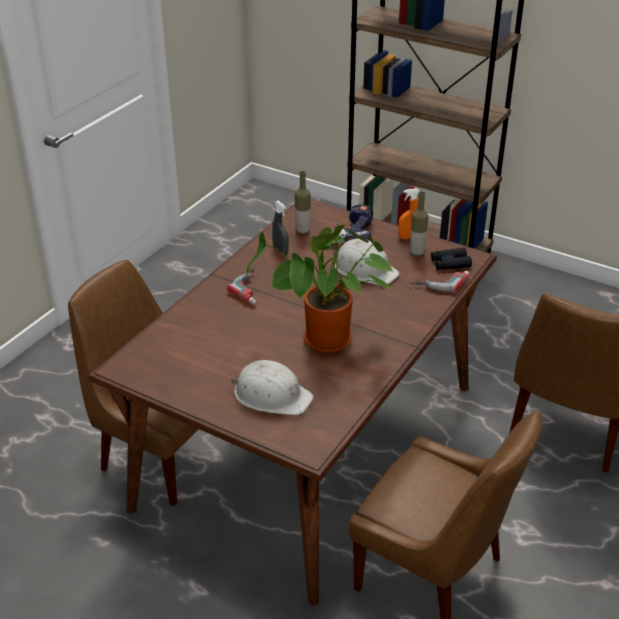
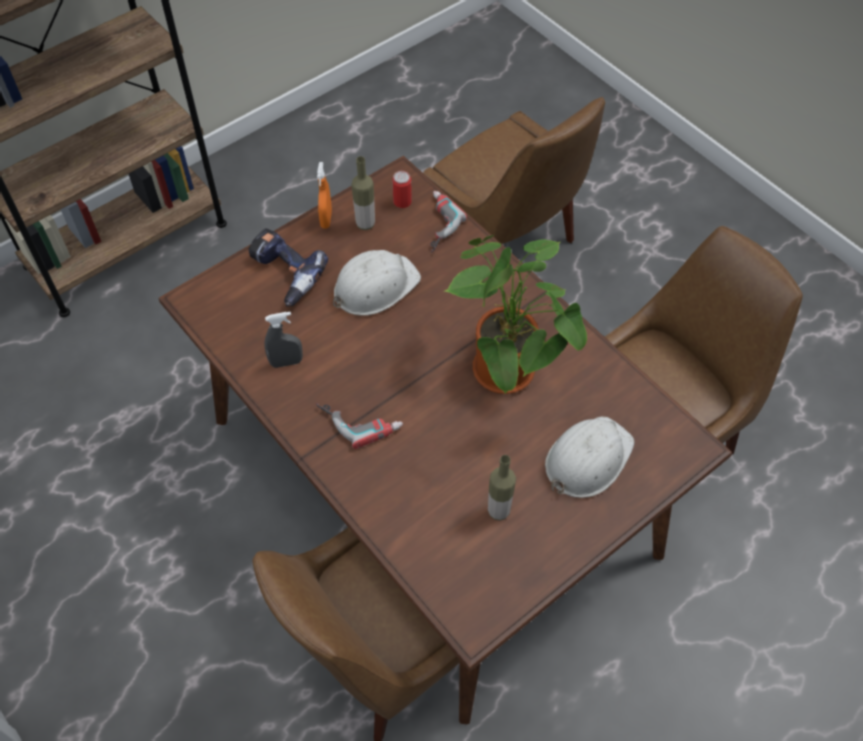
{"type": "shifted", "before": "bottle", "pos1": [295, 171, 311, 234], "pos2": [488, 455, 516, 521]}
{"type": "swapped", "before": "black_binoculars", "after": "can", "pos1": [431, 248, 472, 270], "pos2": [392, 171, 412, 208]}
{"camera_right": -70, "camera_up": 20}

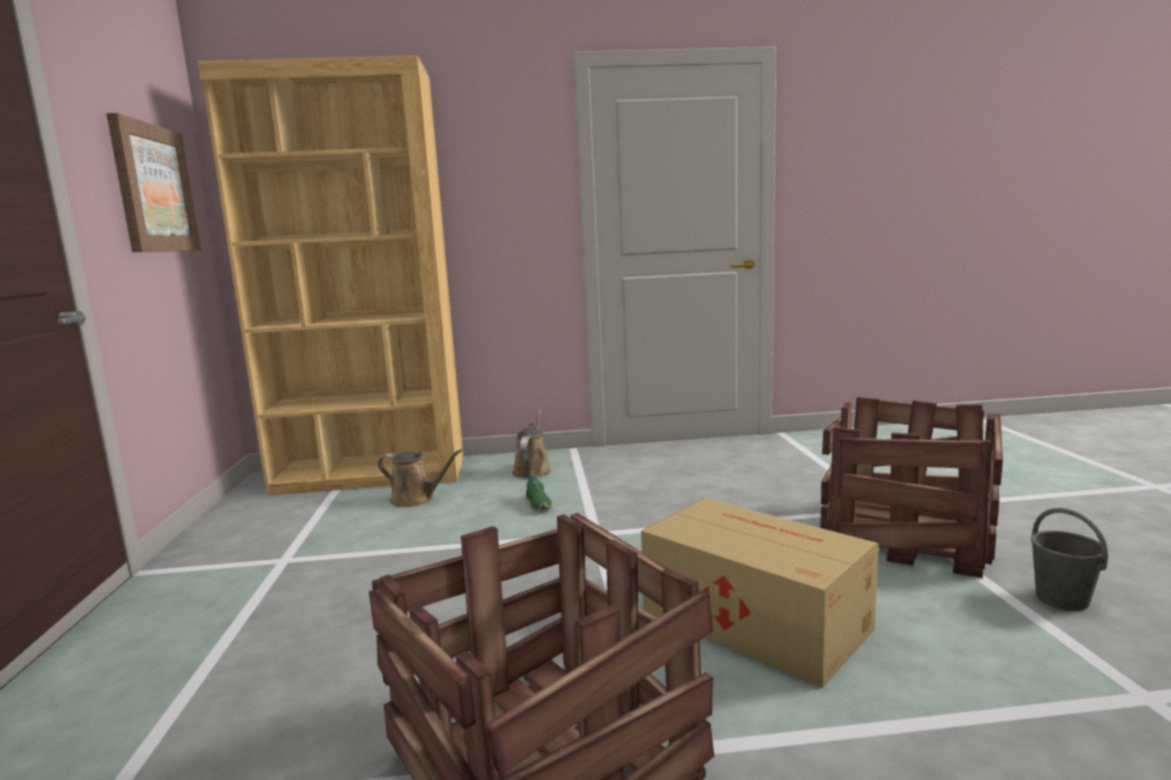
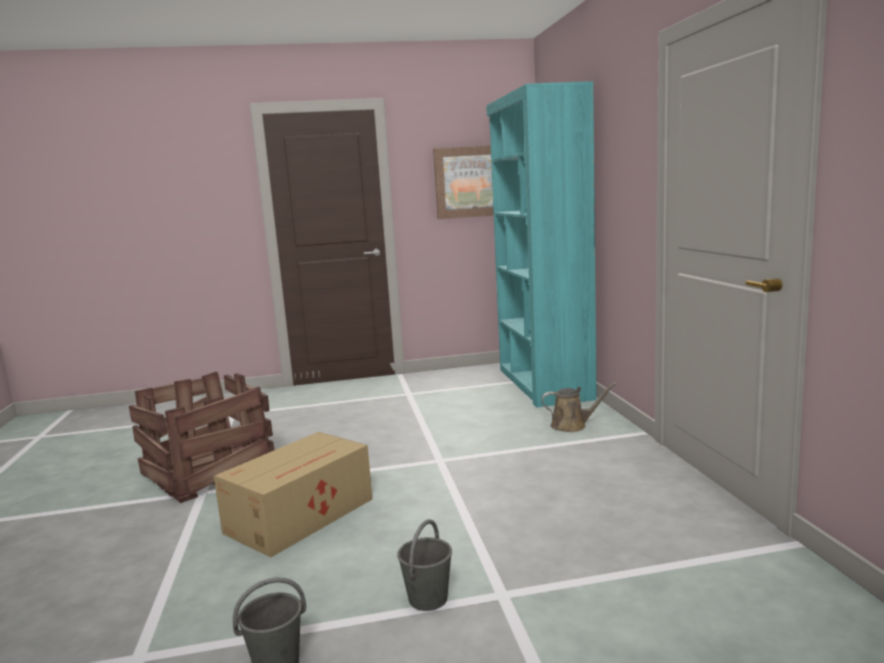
{"type": "repainted", "before": "brown_bookcase", "after": "turquoise_bookcase", "pos1": [198, 55, 463, 496], "pos2": [486, 81, 597, 408]}
{"type": "gone", "before": "brown_watering_can", "pos1": [378, 449, 462, 507]}
{"type": "gone", "before": "green_shoe", "pos1": [525, 474, 552, 511]}
{"type": "swapped", "before": "crate", "after": "grey_bucket", "pos1": [820, 397, 1003, 578], "pos2": [397, 519, 452, 611]}
{"camera_right": 85, "camera_up": 0}

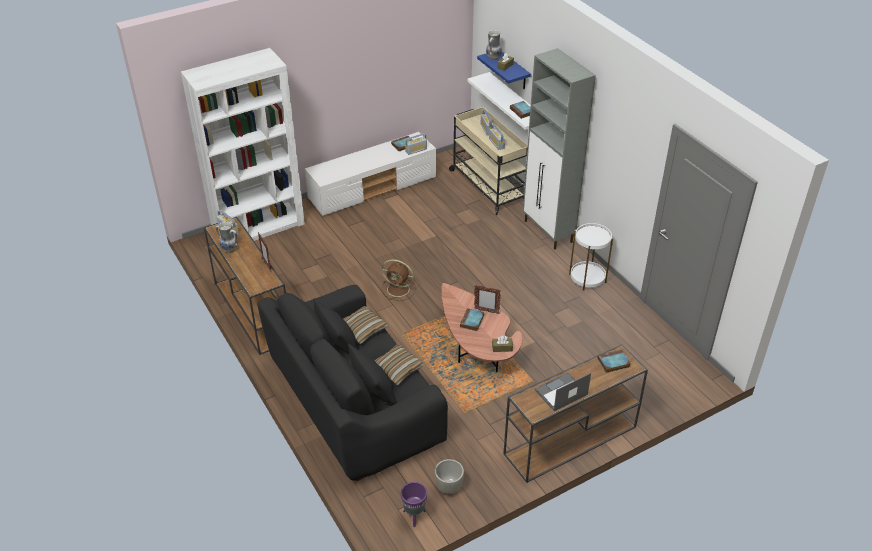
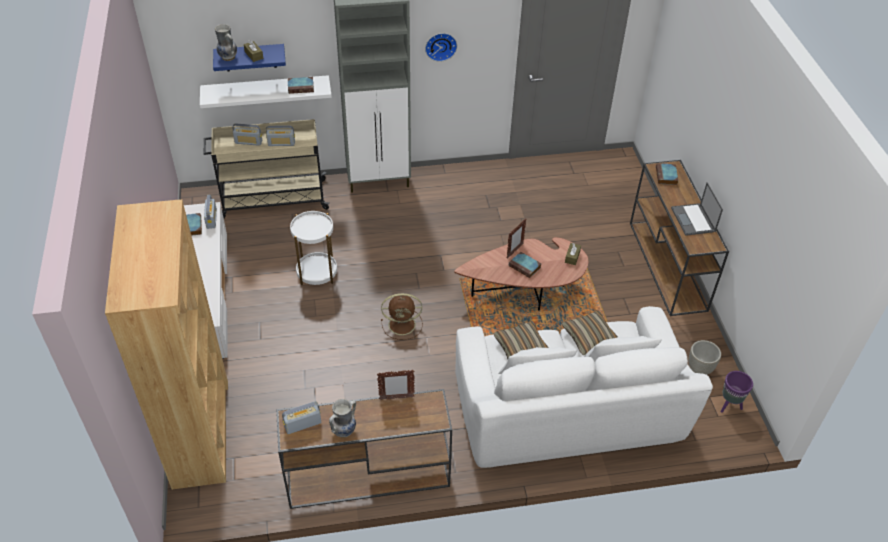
{"type": "repainted", "before": "white_bookcase", "after": "brown_bookcase", "pos1": [181, 48, 305, 241], "pos2": [105, 200, 228, 490]}
{"type": "repainted", "before": "black_sofa", "after": "white_sofa", "pos1": [257, 285, 448, 481], "pos2": [455, 306, 713, 468]}
{"type": "rotated", "before": "brown_fan", "pos1": [382, 259, 416, 301], "pos2": [381, 293, 423, 340], "turn": 45}
{"type": "shifted", "before": "white_side_table", "pos1": [569, 223, 613, 291], "pos2": [290, 211, 337, 285]}
{"type": "new", "after": "wall_clock", "pos2": [425, 33, 457, 62]}
{"camera_right": -70, "camera_up": 5}

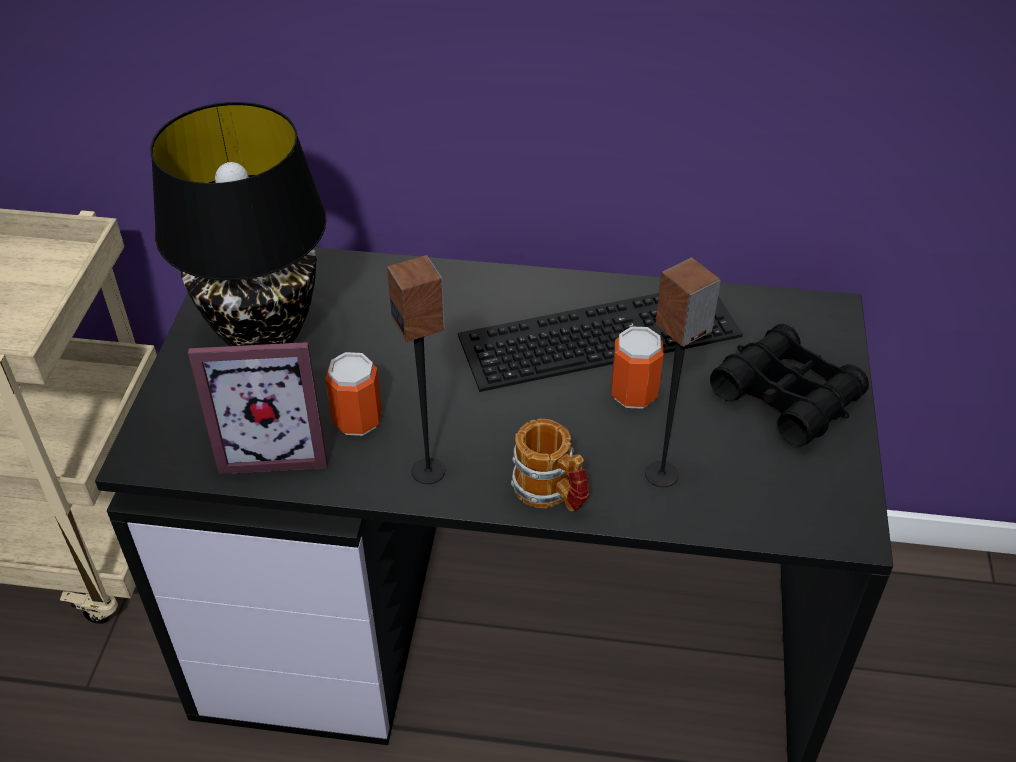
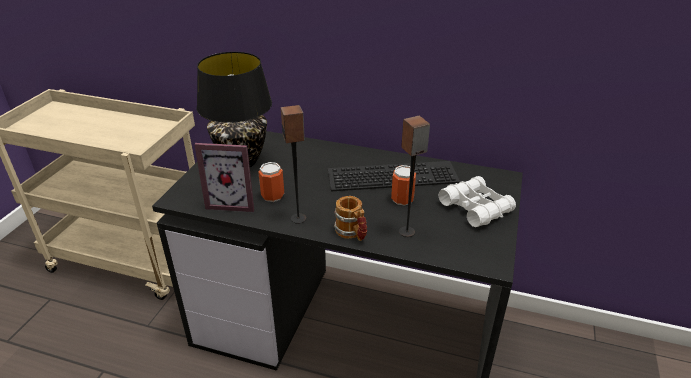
{"type": "repainted", "before": "black_binoculars", "after": "white_binoculars", "pos1": [710, 324, 869, 446], "pos2": [439, 176, 516, 227]}
{"camera_right": 10, "camera_up": -10}

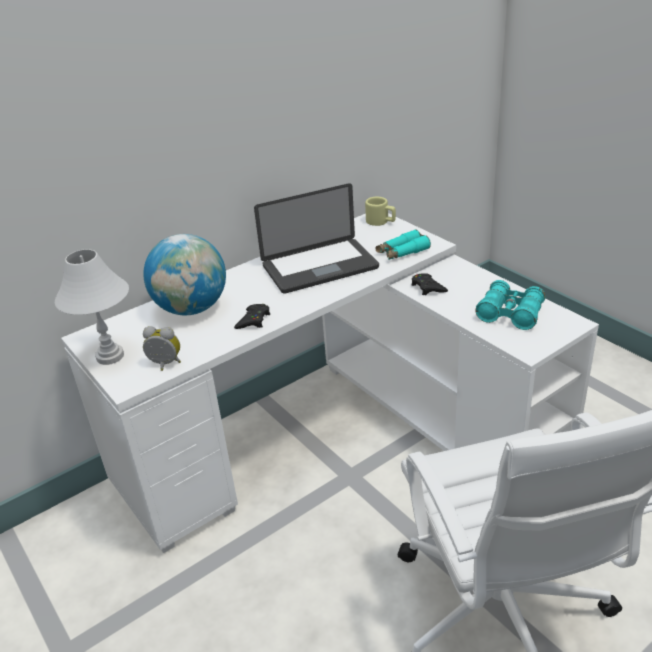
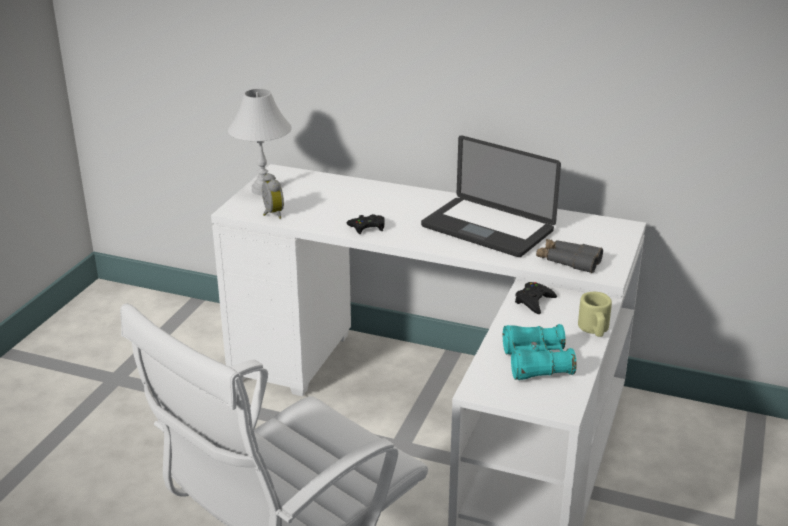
{"type": "gone", "before": "globe", "pos1": [143, 234, 226, 315]}
{"type": "shifted", "before": "beige_mug", "pos1": [365, 197, 396, 226], "pos2": [578, 292, 612, 337]}
{"type": "repainted", "before": "turquoise_binoculars", "after": "grey_binoculars", "pos1": [375, 229, 431, 260], "pos2": [536, 239, 603, 273]}
{"camera_right": 55, "camera_up": -5}

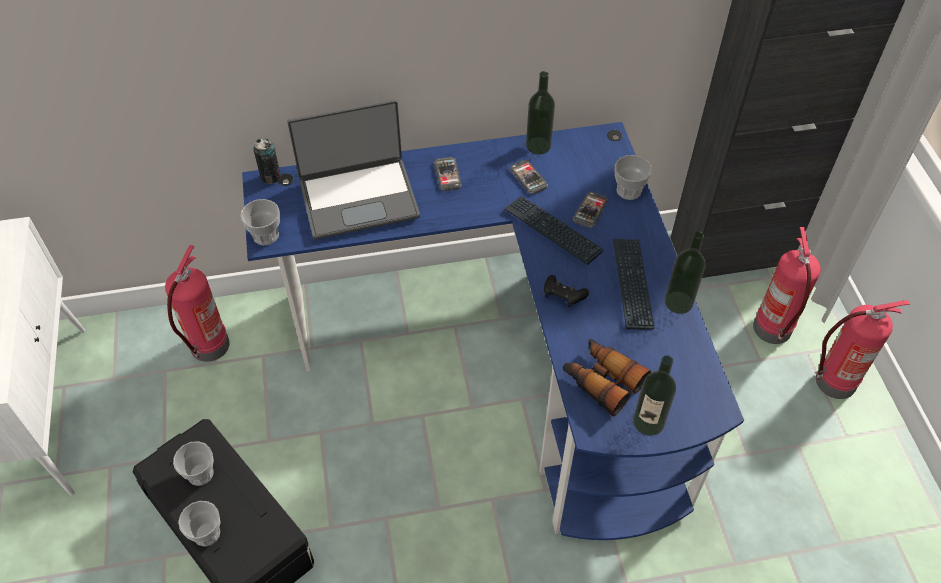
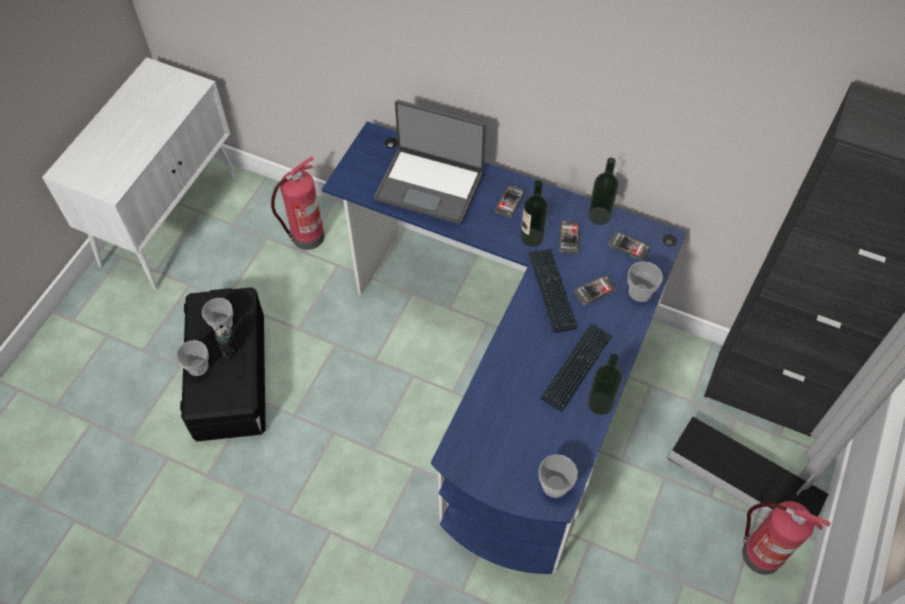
{"type": "shifted", "before": "cup", "pos1": [240, 199, 280, 245], "pos2": [538, 454, 578, 498]}
{"type": "shifted", "before": "can", "pos1": [253, 139, 281, 184], "pos2": [215, 325, 239, 358]}
{"type": "gone", "before": "black_game_controller", "pos1": [544, 275, 589, 307]}
{"type": "gone", "before": "binoculars", "pos1": [563, 338, 651, 416]}
{"type": "shifted", "before": "bottle", "pos1": [633, 355, 676, 436], "pos2": [521, 180, 548, 247]}
{"type": "swapped", "before": "fire_extinguisher", "after": "black_storage_box", "pos1": [753, 227, 821, 344], "pos2": [667, 417, 828, 517]}
{"type": "new", "after": "phone", "pos2": [608, 232, 650, 260]}
{"camera_right": 35, "camera_up": 5}

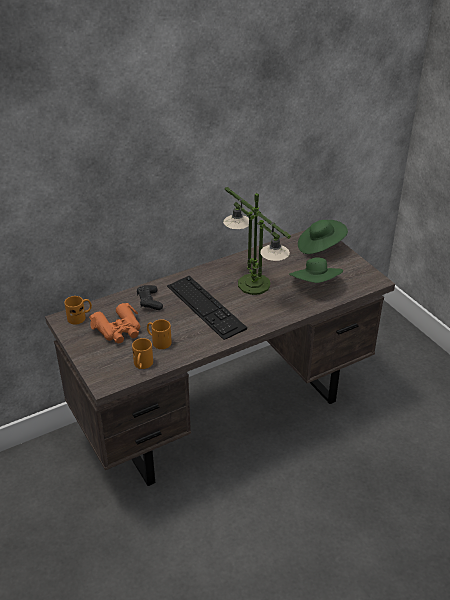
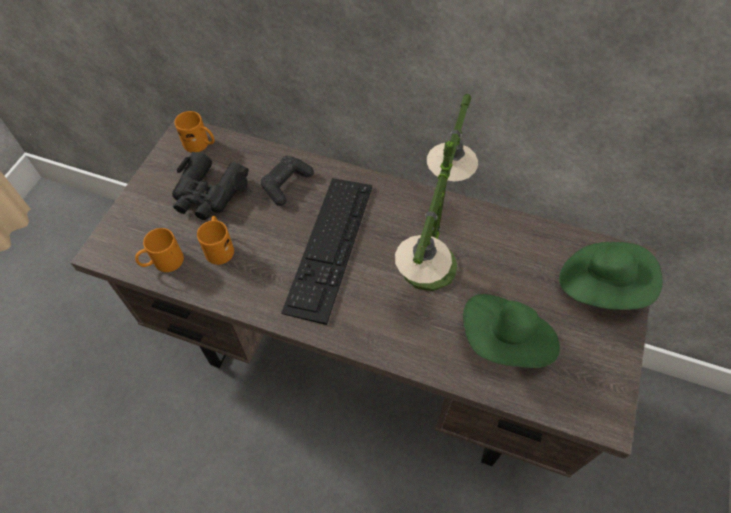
{"type": "repainted", "before": "orange_binoculars", "after": "black_binoculars", "pos1": [89, 303, 140, 343], "pos2": [172, 152, 249, 220]}
{"camera_right": 50, "camera_up": 20}

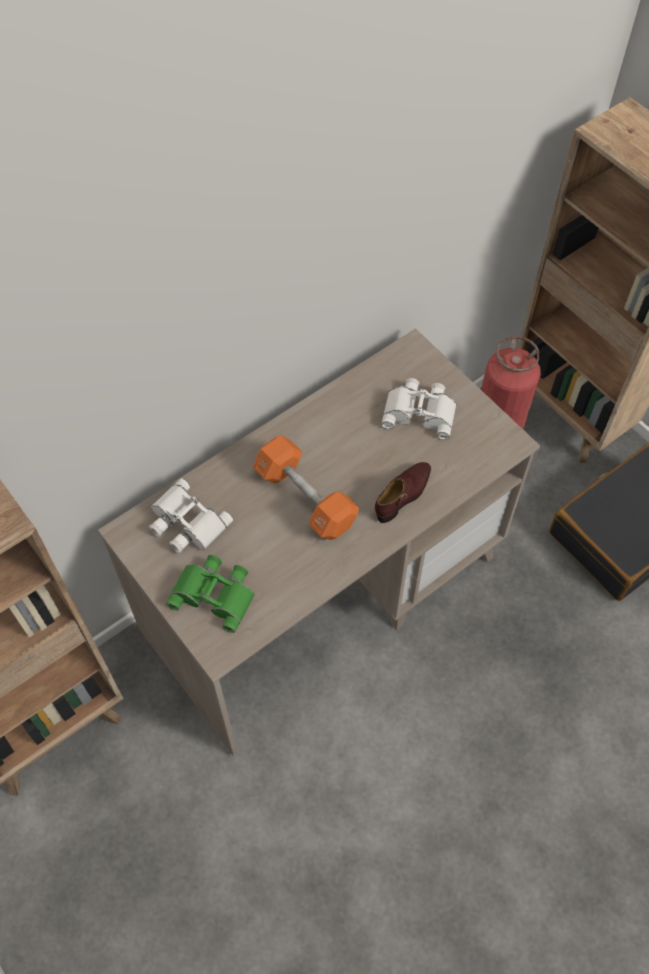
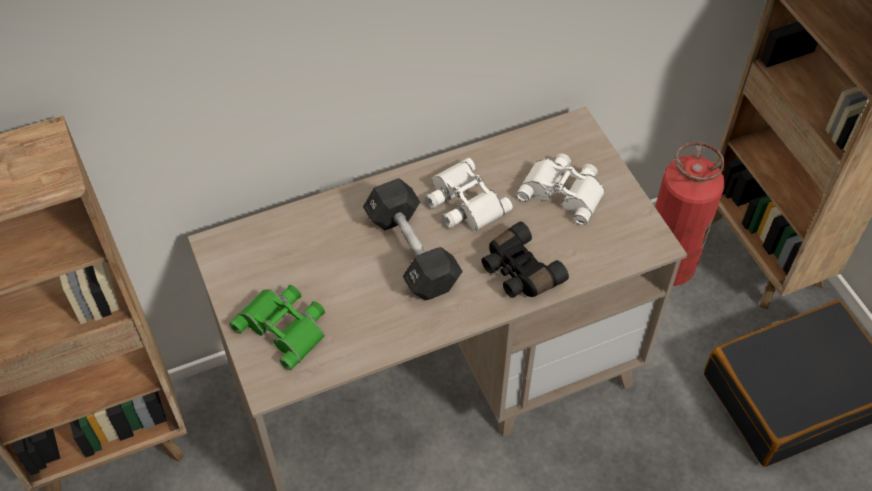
{"type": "shifted", "before": "white_binoculars", "pos1": [149, 478, 233, 553], "pos2": [425, 158, 513, 231]}
{"type": "repainted", "before": "orange_dumbbell", "after": "black_dumbbell", "pos1": [253, 435, 360, 540], "pos2": [363, 178, 463, 300]}
{"type": "swapped", "before": "brown_shoe", "after": "black_binoculars", "pos1": [375, 462, 431, 523], "pos2": [482, 222, 569, 298]}
{"camera_right": 15, "camera_up": -5}

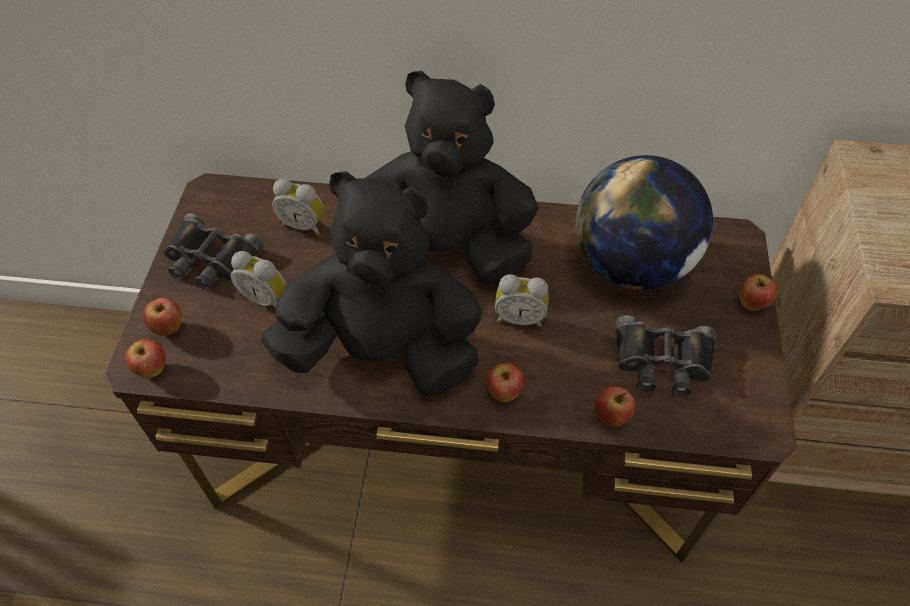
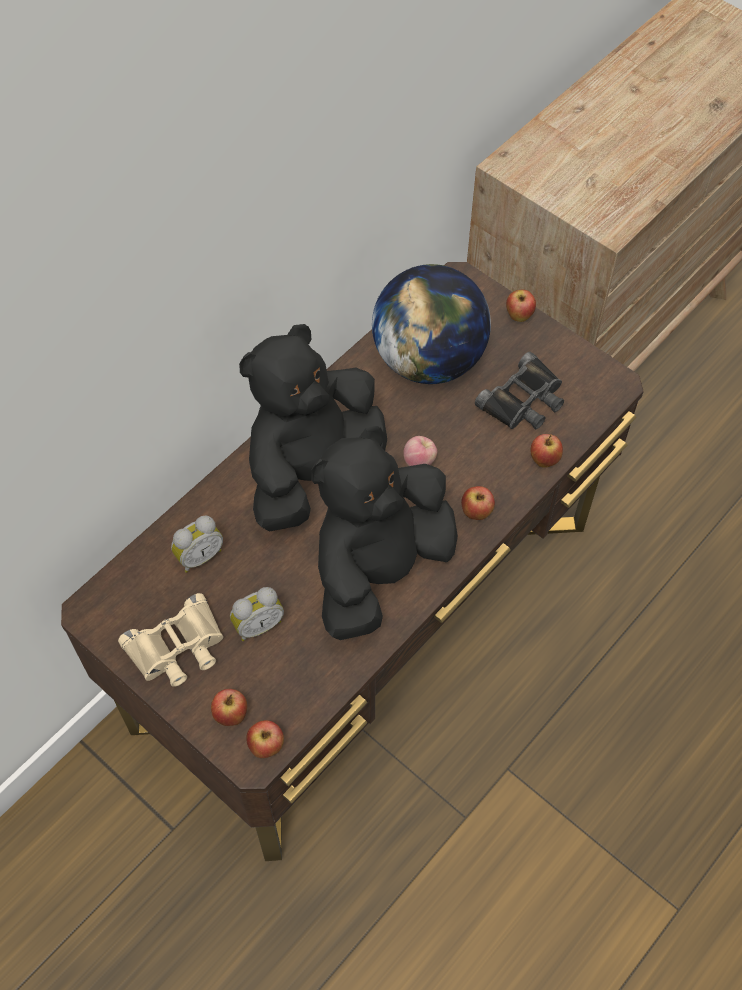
{"type": "repainted", "before": "black_binoculars", "after": "beige_binoculars", "pos1": [163, 213, 264, 290], "pos2": [118, 593, 223, 687]}
{"type": "swapped", "before": "alarm_clock", "after": "apple", "pos1": [495, 274, 549, 328], "pos2": [403, 436, 437, 466]}
{"camera_right": -55, "camera_up": 5}

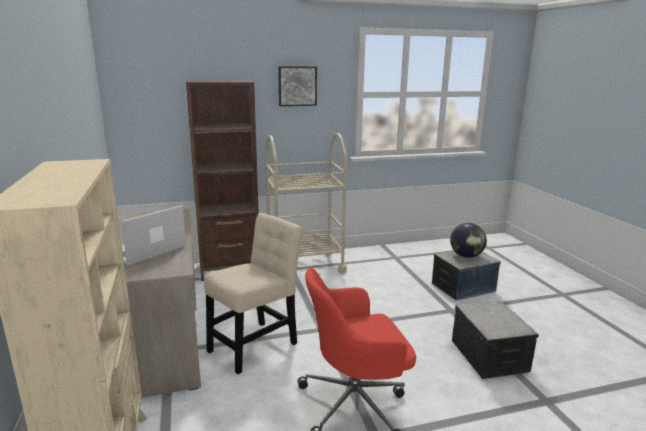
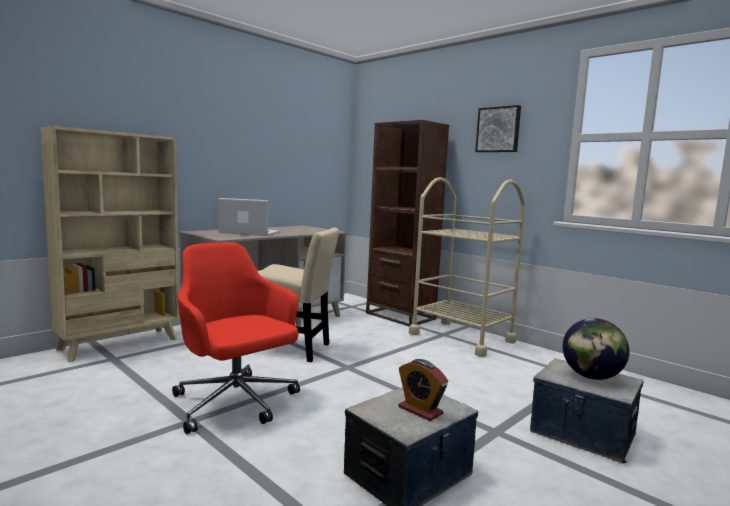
{"type": "new", "after": "alarm_clock", "pos2": [398, 359, 448, 421]}
{"camera_right": 60, "camera_up": -10}

